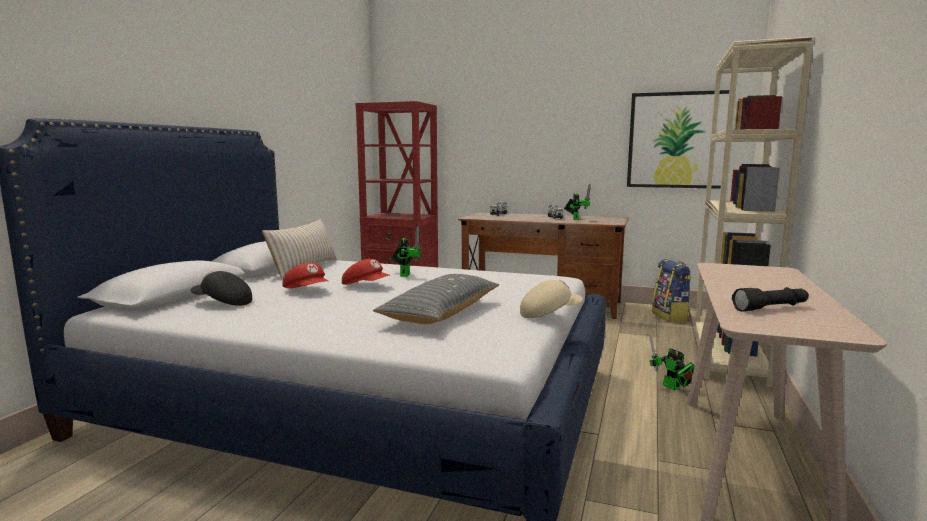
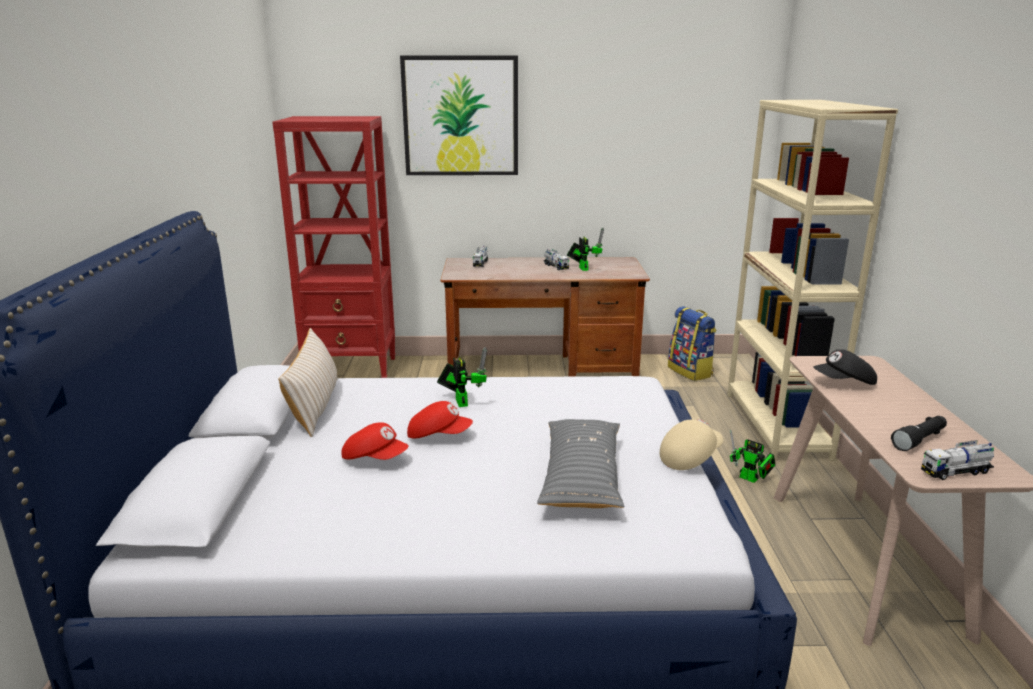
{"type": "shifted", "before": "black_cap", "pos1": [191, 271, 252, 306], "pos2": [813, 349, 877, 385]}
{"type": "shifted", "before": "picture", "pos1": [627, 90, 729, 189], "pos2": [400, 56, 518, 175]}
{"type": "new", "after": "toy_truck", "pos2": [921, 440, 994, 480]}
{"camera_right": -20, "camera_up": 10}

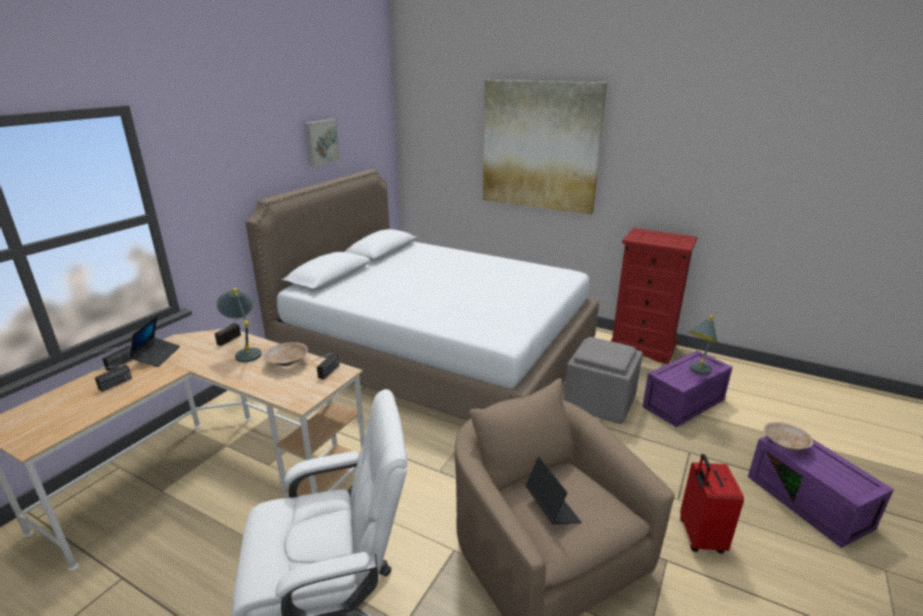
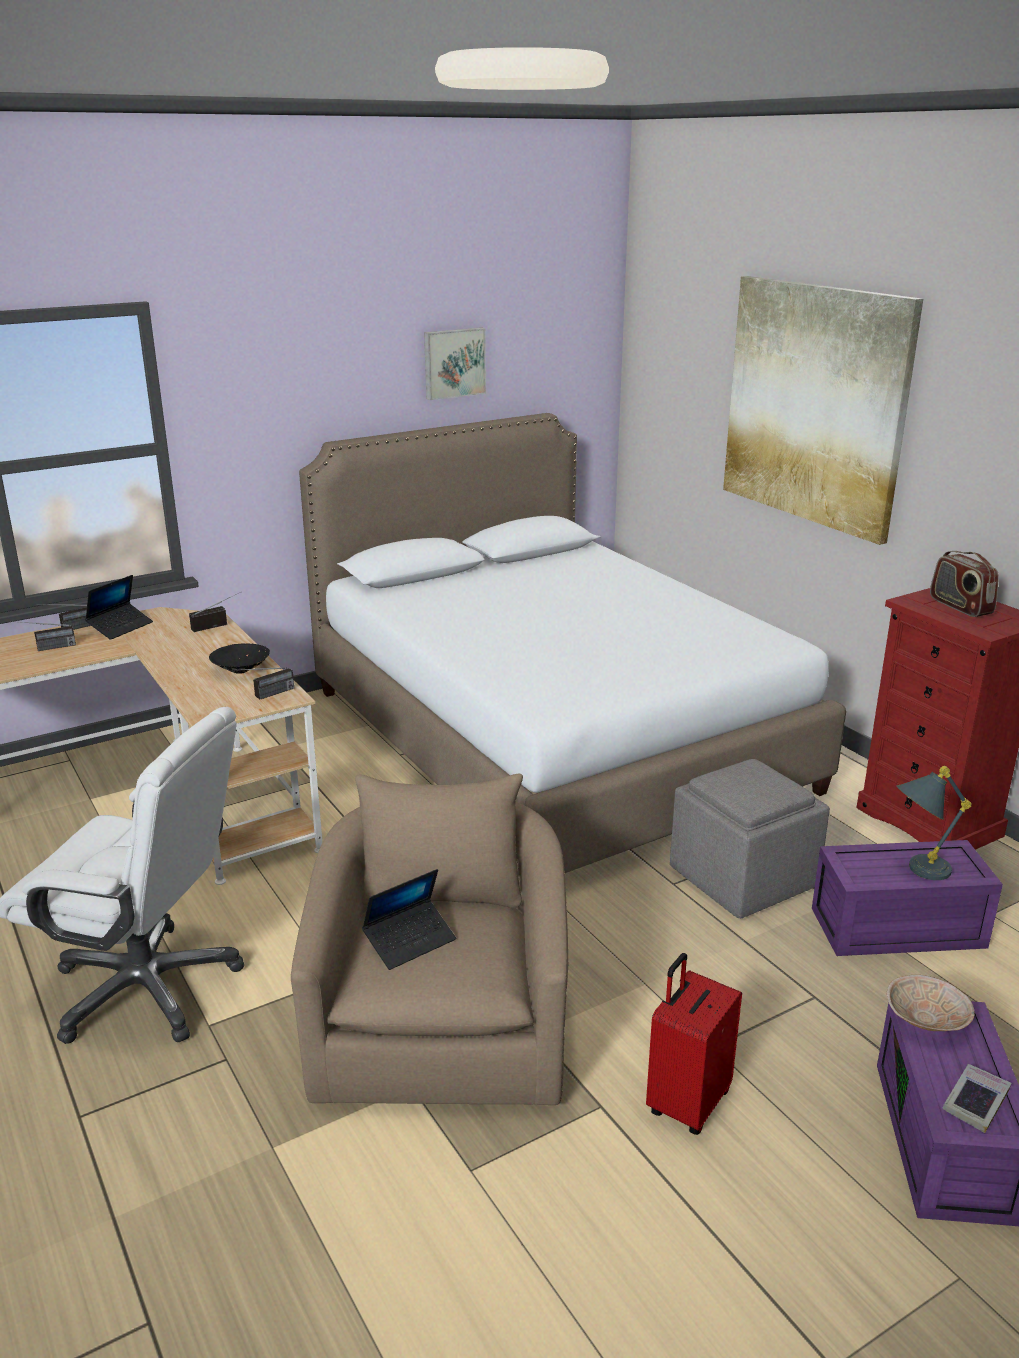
{"type": "gone", "before": "grey_table_lamp", "pos1": [216, 288, 262, 362]}
{"type": "repainted", "before": "beige_bowl", "after": "black_bowl", "pos1": [263, 342, 308, 366], "pos2": [209, 643, 270, 674]}
{"type": "rotated", "before": "laptop", "pos1": [525, 457, 581, 524], "pos2": [362, 869, 456, 970], "turn": 45}
{"type": "new", "after": "radio", "pos2": [930, 551, 999, 617]}
{"type": "new", "after": "book", "pos2": [942, 1064, 1012, 1133]}
{"camera_right": 30, "camera_up": 0}

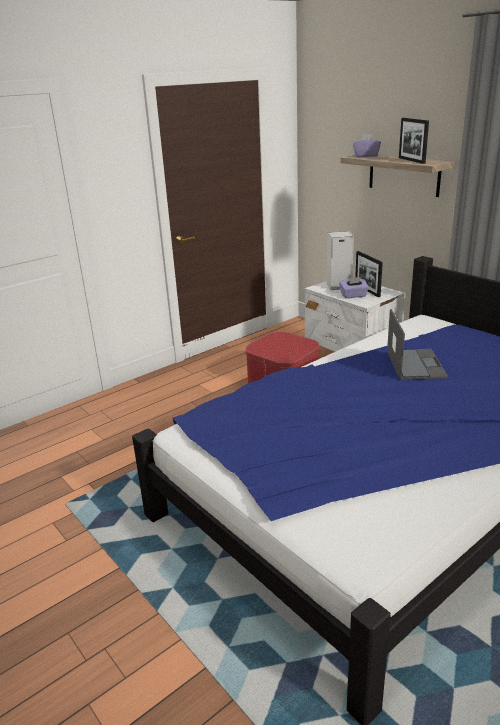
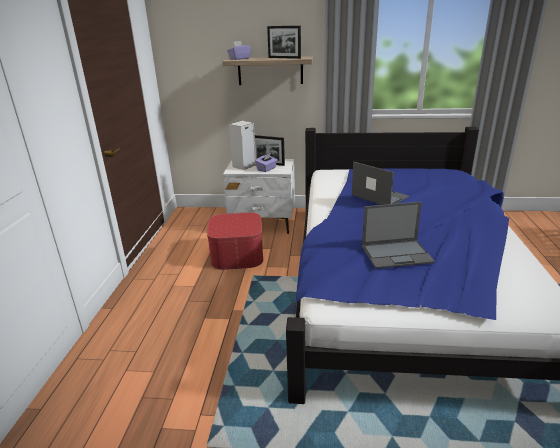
{"type": "new", "after": "laptop", "pos2": [362, 202, 435, 269]}
{"camera_right": -45, "camera_up": 0}

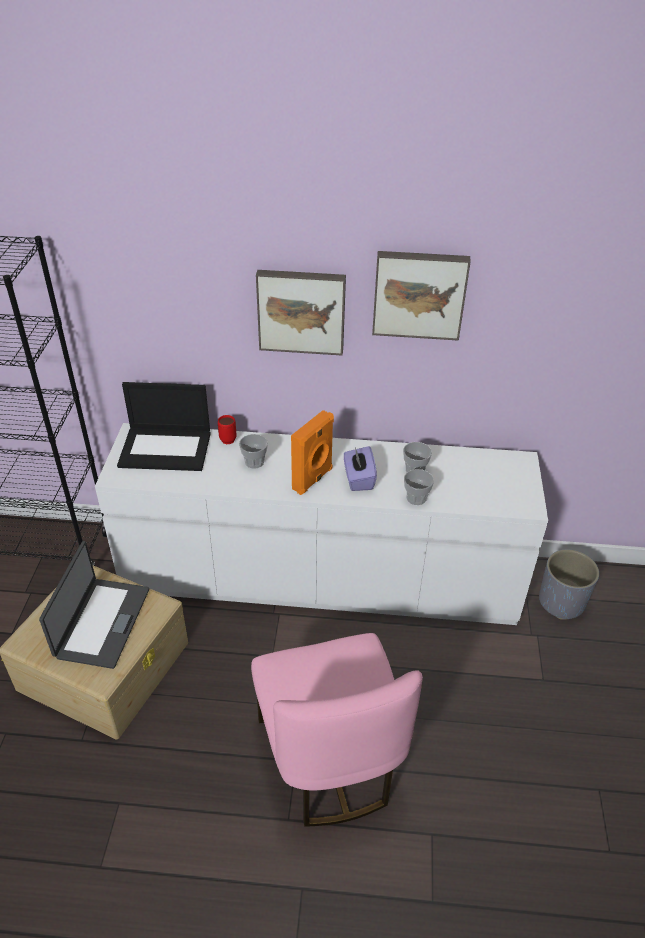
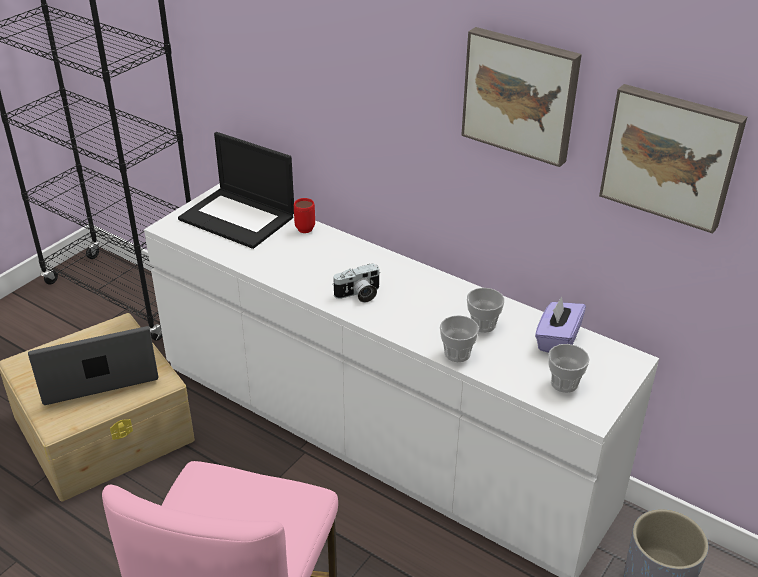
{"type": "rotated", "before": "laptop", "pos1": [39, 541, 149, 669], "pos2": [28, 326, 158, 405], "turn": -150}
{"type": "shifted", "before": "cup", "pos1": [239, 434, 268, 469], "pos2": [548, 344, 590, 393]}
{"type": "shifted", "before": "picture", "pos1": [256, 270, 346, 356], "pos2": [599, 84, 747, 234]}
{"type": "swapped", "before": "orange_speaker", "after": "photo_camera", "pos1": [291, 410, 334, 495], "pos2": [332, 263, 380, 303]}
{"type": "shifted", "before": "purple_tissue_box", "pos1": [344, 446, 377, 491], "pos2": [535, 296, 586, 353]}
{"camera_right": 30, "camera_up": -5}

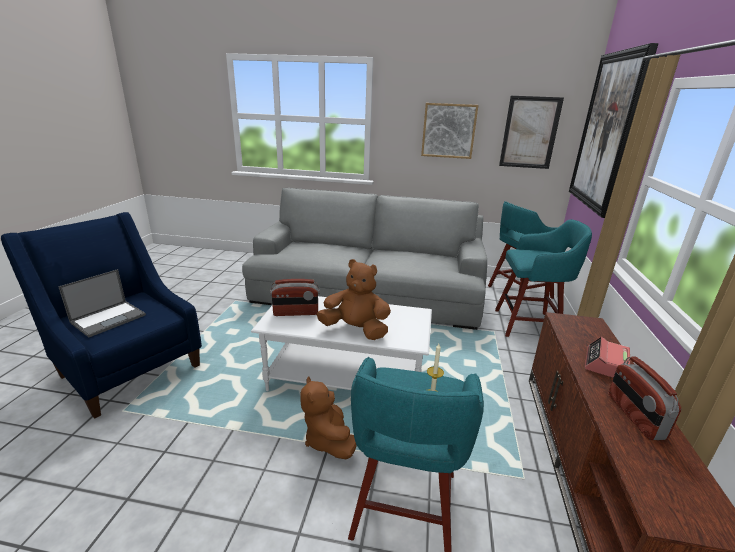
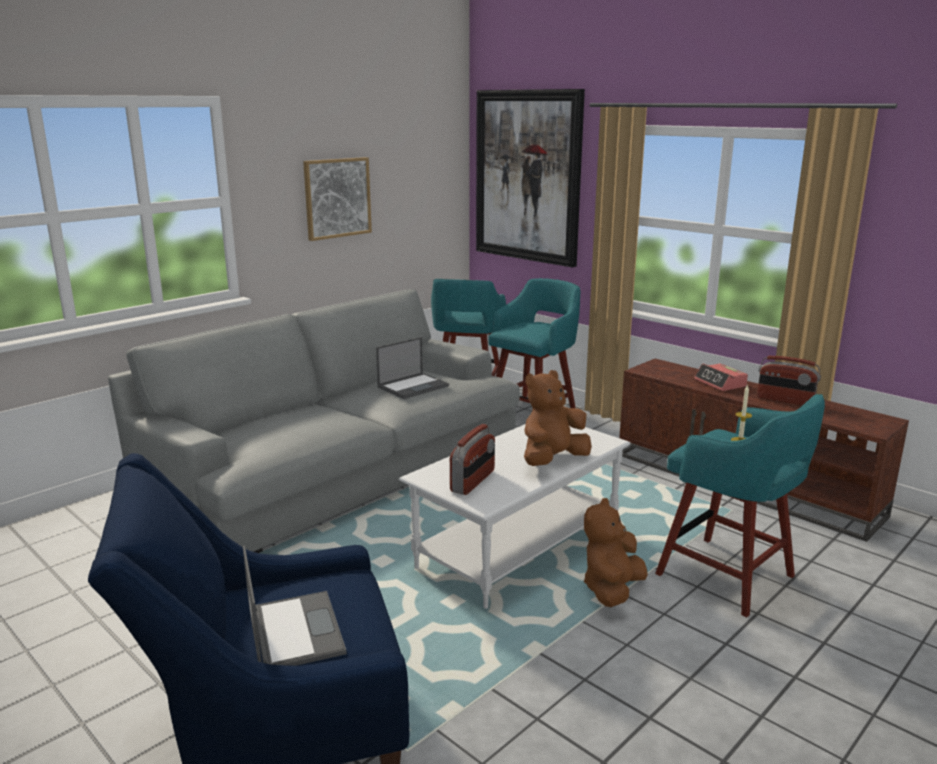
{"type": "rotated", "before": "brown_plush_toy", "pos1": [300, 376, 357, 459], "pos2": [584, 498, 648, 607], "turn": 105}
{"type": "gone", "before": "picture", "pos1": [499, 96, 564, 169]}
{"type": "new", "after": "laptop", "pos2": [376, 337, 449, 399]}
{"camera_right": -55, "camera_up": -5}

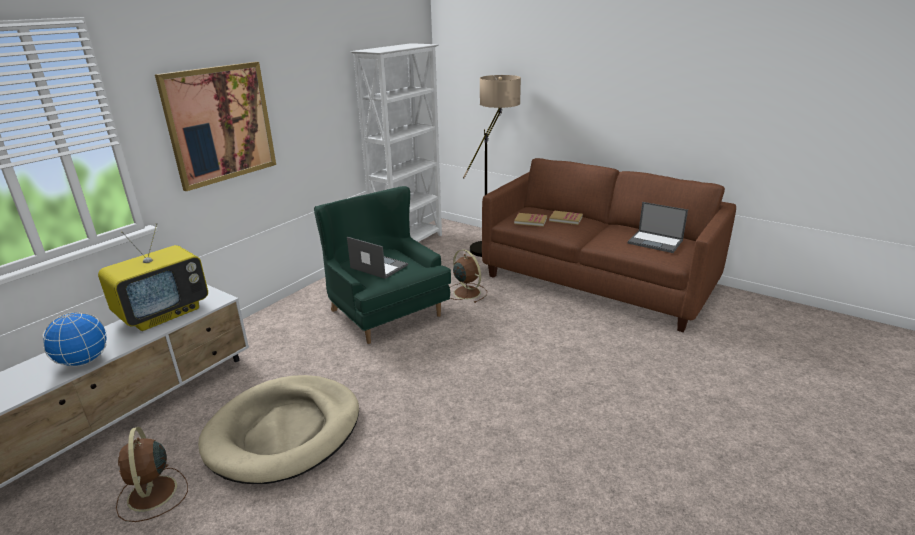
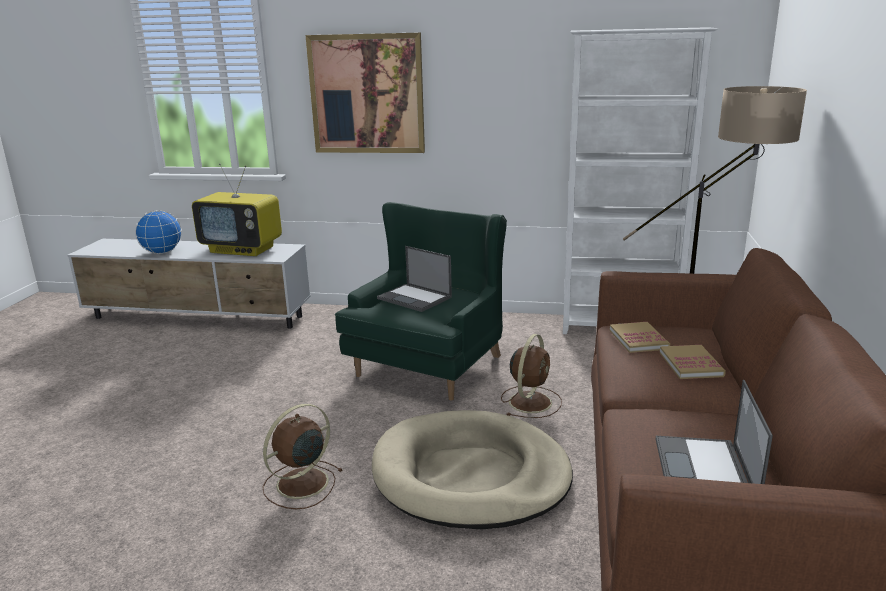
{"type": "shifted", "before": "brown_fan", "pos1": [116, 427, 188, 522], "pos2": [262, 404, 342, 509]}
{"type": "shifted", "before": "beige_dog_bed", "pos1": [198, 375, 359, 484], "pos2": [372, 410, 573, 529]}
{"type": "rotated", "before": "laptop", "pos1": [347, 237, 408, 279], "pos2": [377, 246, 452, 312], "turn": 120}
{"camera_right": 65, "camera_up": -5}

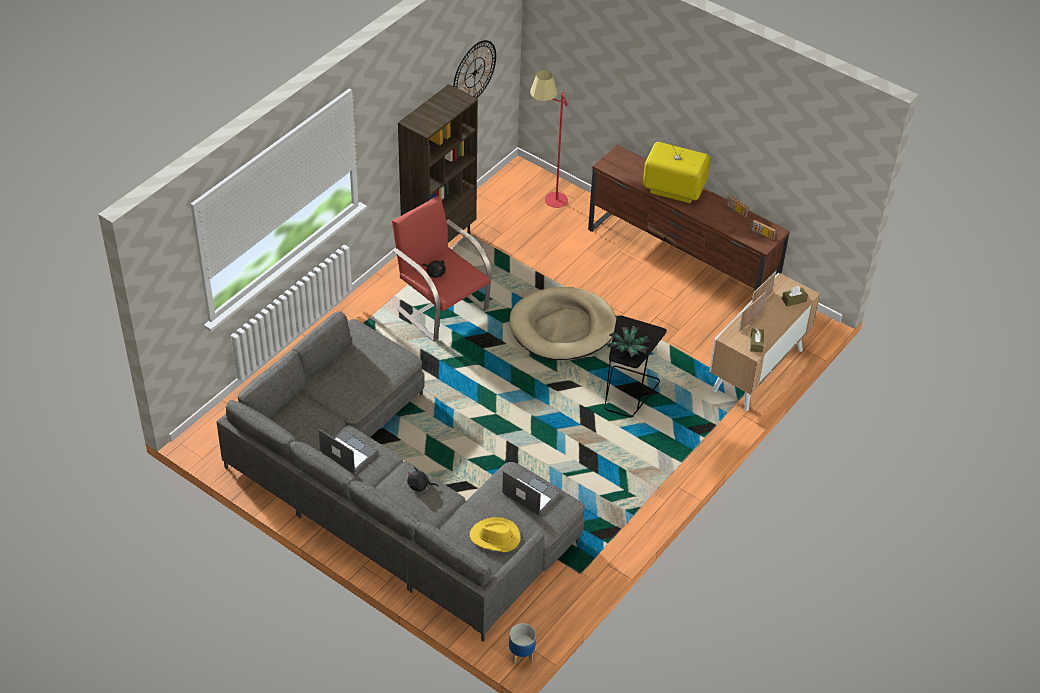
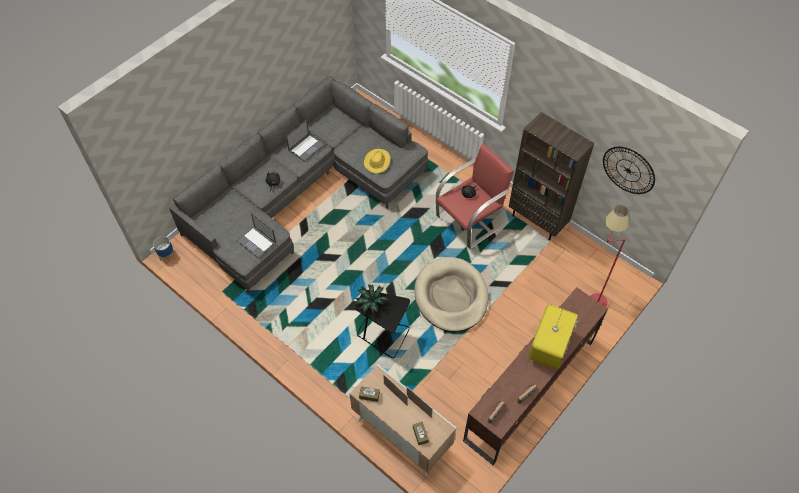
{"type": "shifted", "before": "yellow_hat", "pos1": [470, 517, 520, 552], "pos2": [364, 149, 391, 174]}
{"type": "rotated", "before": "laptop", "pos1": [502, 470, 561, 516], "pos2": [237, 213, 276, 259], "turn": 90}
{"camera_right": 95, "camera_up": 10}

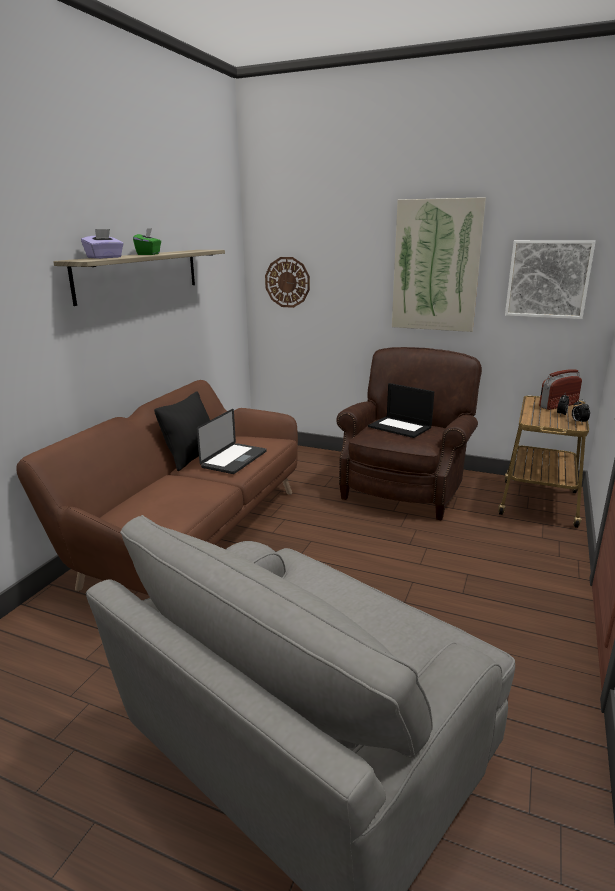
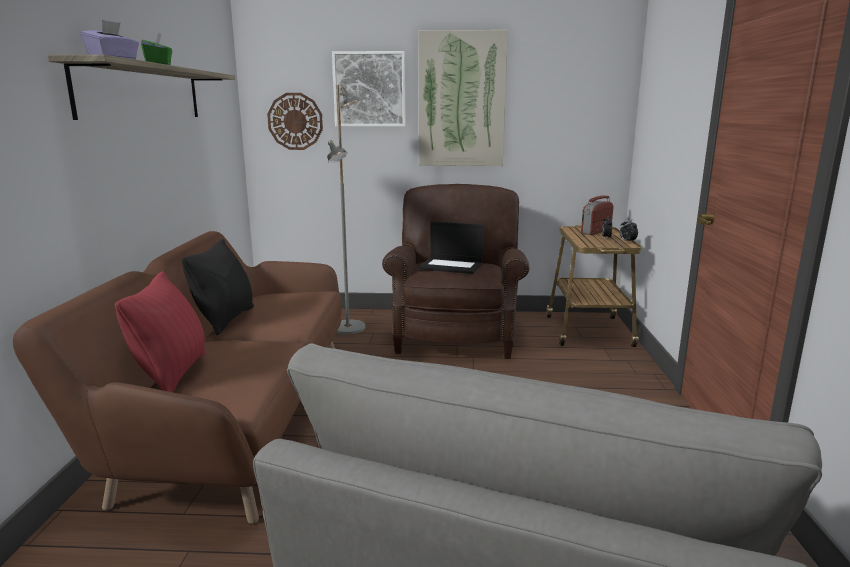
{"type": "gone", "before": "laptop", "pos1": [197, 409, 267, 474]}
{"type": "shifted", "before": "picture", "pos1": [505, 240, 596, 319], "pos2": [332, 51, 406, 127]}
{"type": "new", "after": "red_pillow", "pos2": [115, 271, 206, 392]}
{"type": "new", "after": "grey_floor_lamp", "pos2": [327, 85, 365, 335]}
{"camera_right": -20, "camera_up": -5}

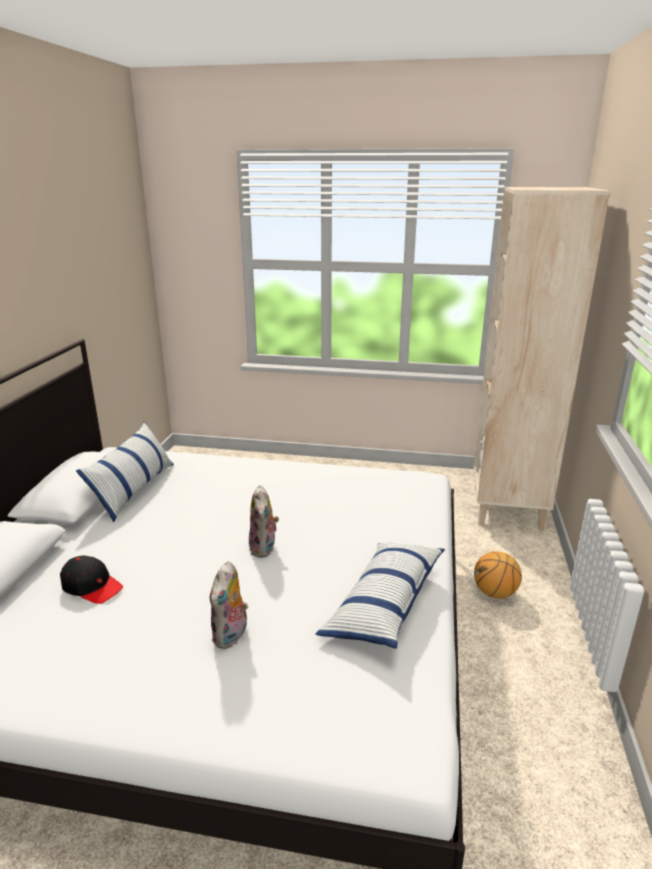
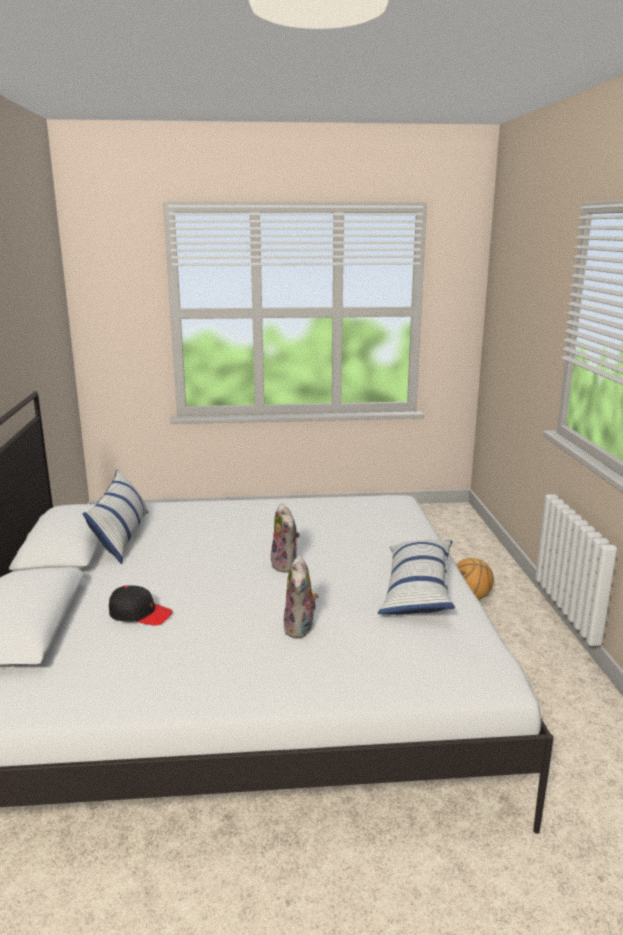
{"type": "gone", "before": "beige_bookcase", "pos1": [473, 187, 610, 531]}
{"camera_right": -15, "camera_up": -5}

